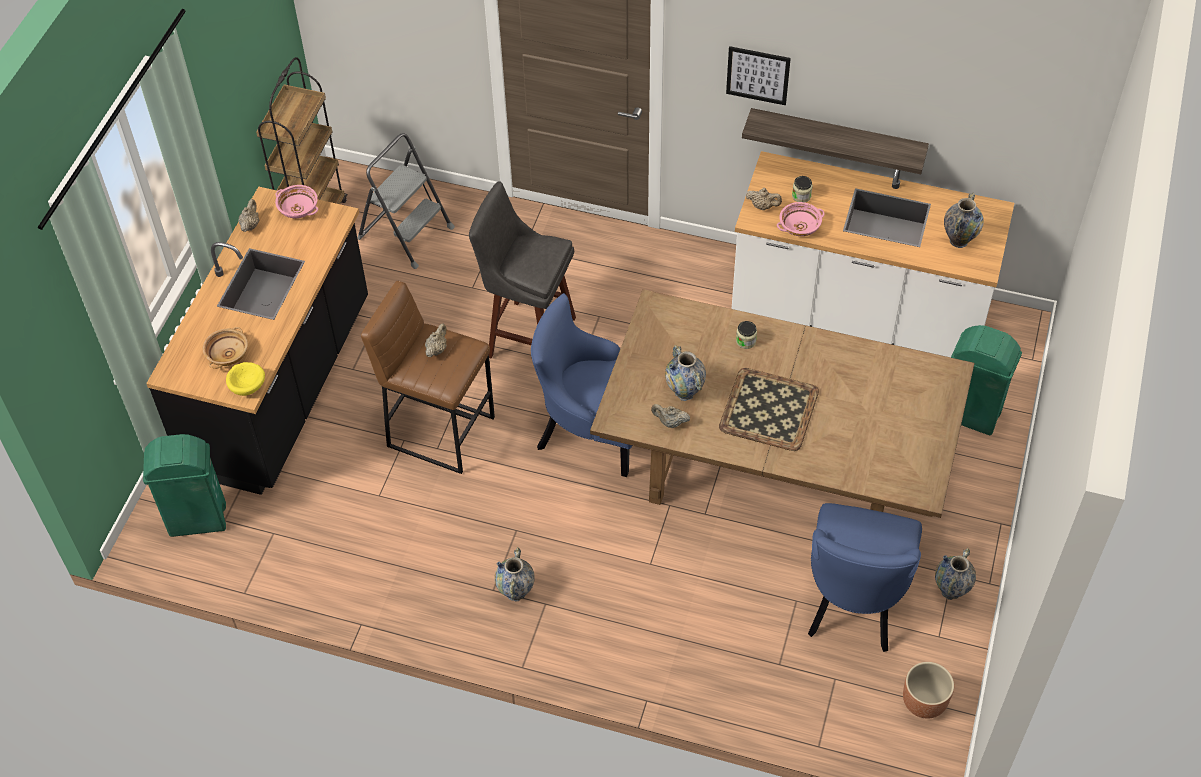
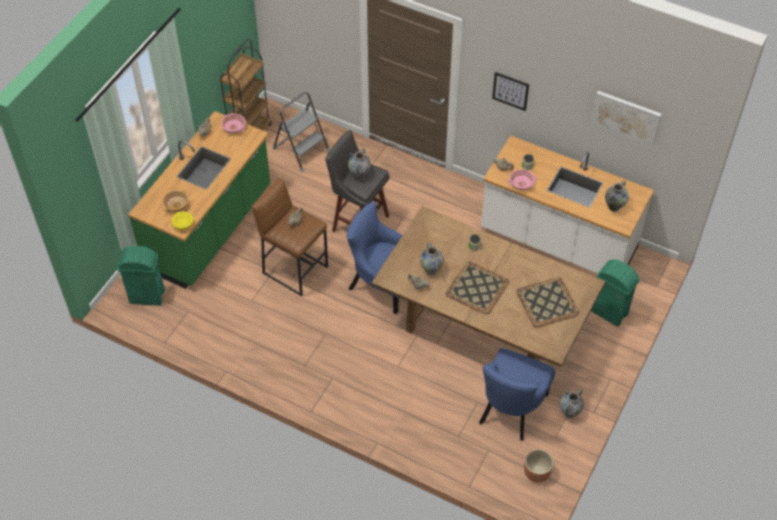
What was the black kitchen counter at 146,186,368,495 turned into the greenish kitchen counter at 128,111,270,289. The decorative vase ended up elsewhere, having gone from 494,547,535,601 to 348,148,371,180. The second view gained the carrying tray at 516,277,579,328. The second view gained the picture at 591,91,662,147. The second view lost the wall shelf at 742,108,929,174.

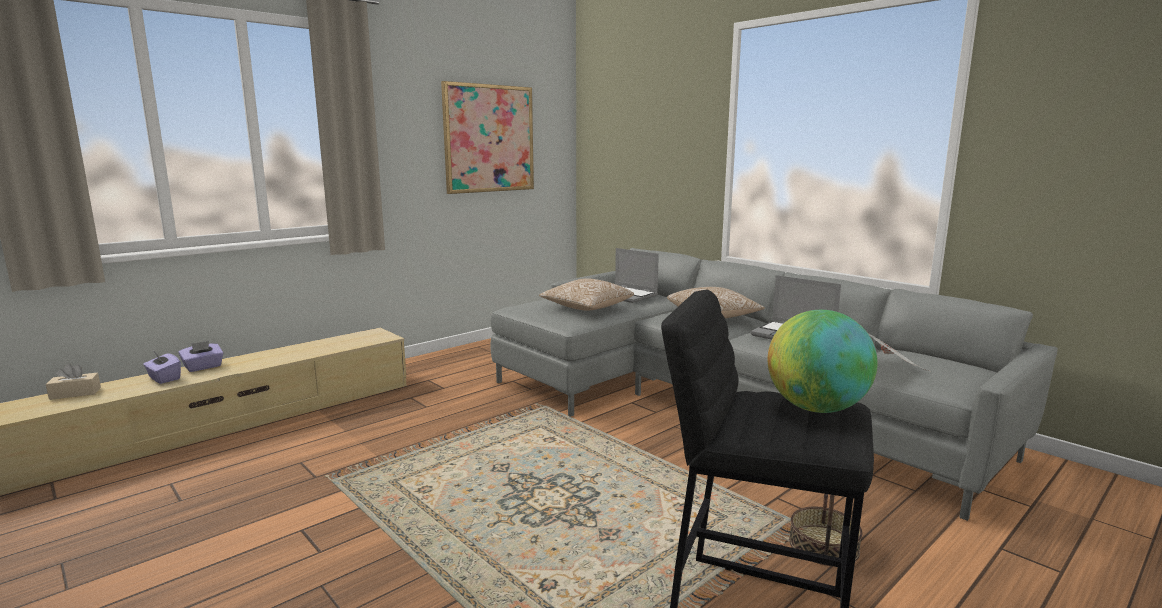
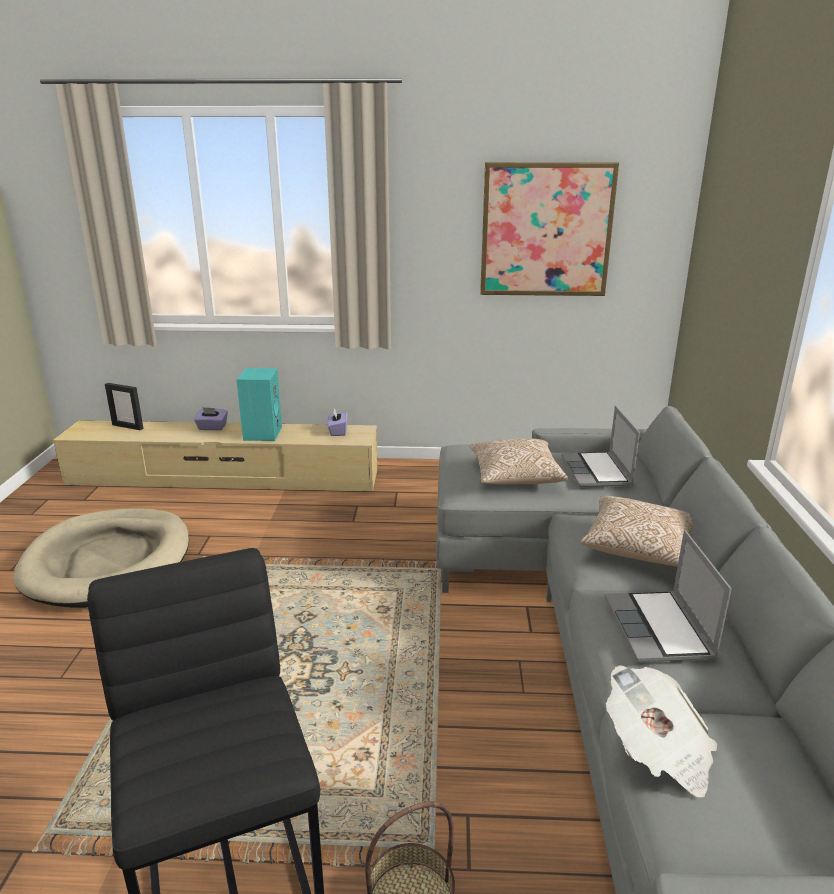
The second view gained the beige pet bed at 14,508,189,608. Where the beige tissue holder stood at 46,363,101,400, the photo frame came to stand at 105,383,144,430. The second view gained the turquoise-coloured audio speaker at 237,368,282,441. The purplish tissue holder ended up elsewhere, having gone from 143,353,181,384 to 327,408,347,436. The second view lost the desk globe at 767,310,878,413.

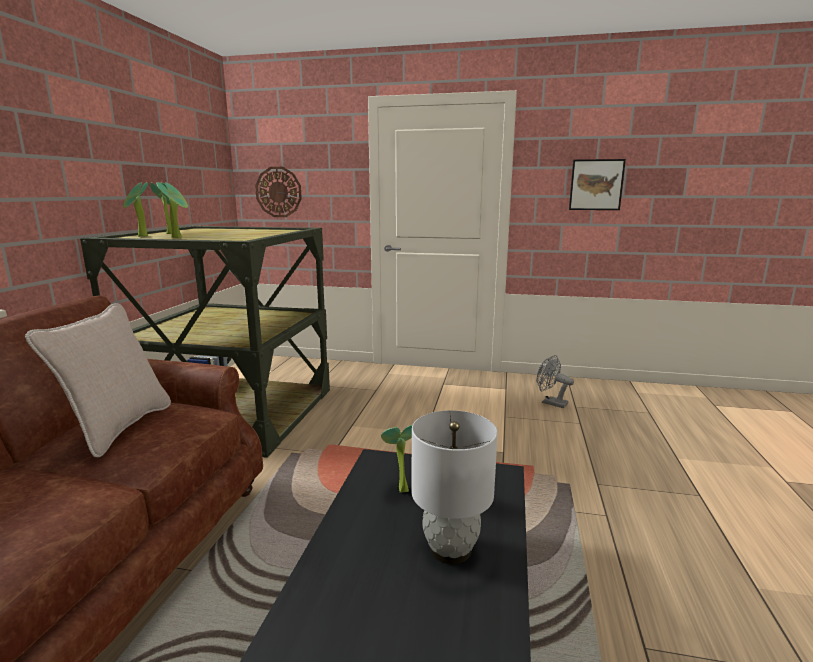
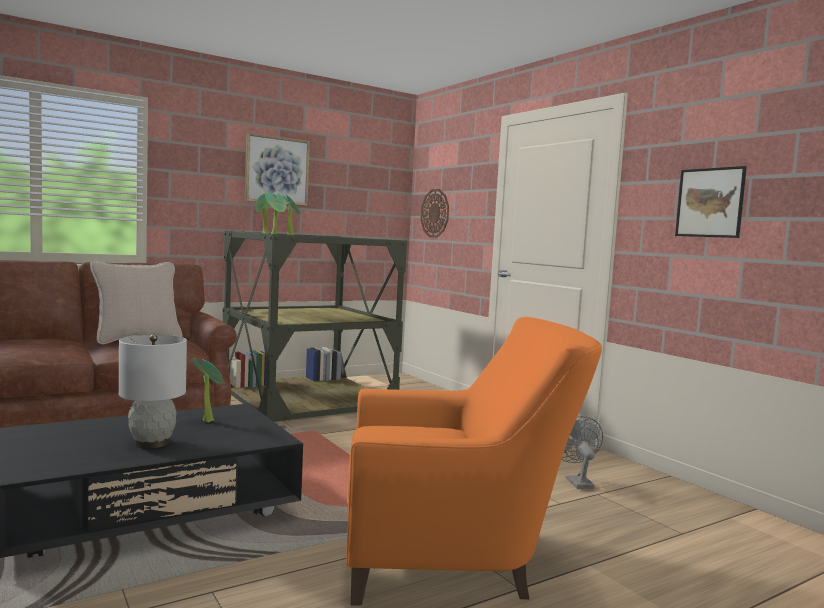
The second view gained the picture at 245,133,310,206. The second view gained the orange armchair at 346,317,602,606.

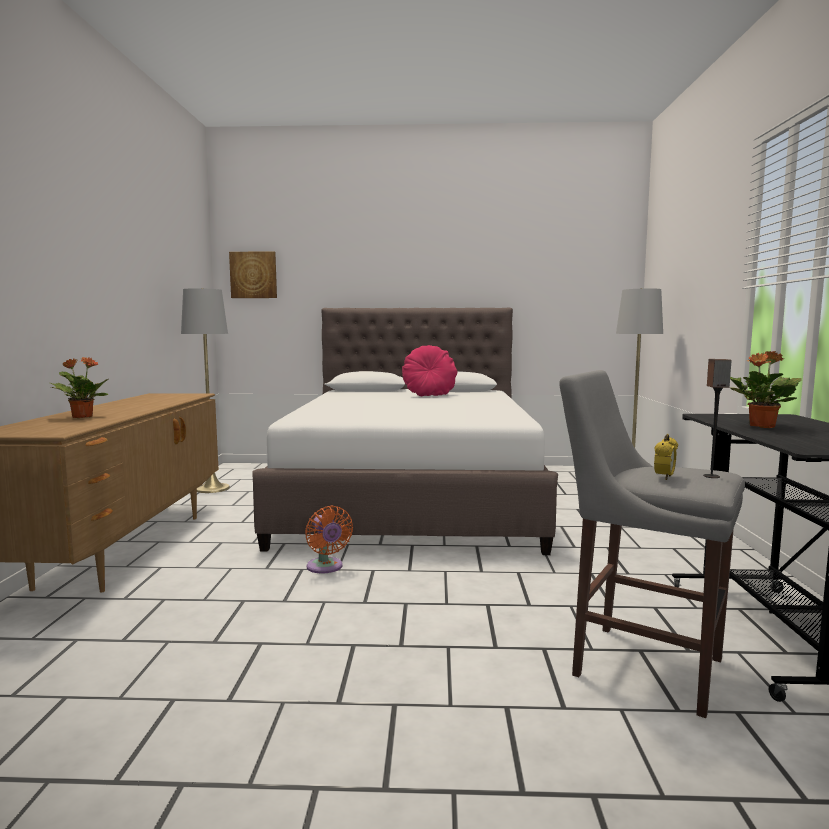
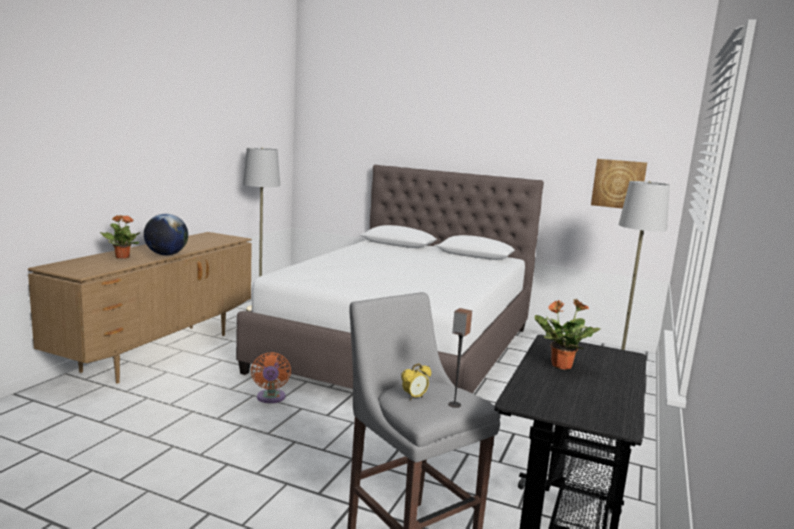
The second view gained the desk globe at 144,214,188,255. The picture ended up elsewhere, having gone from 229,251,277,298 to 591,159,647,209. The second view lost the pinkish pillow at 402,345,457,396.

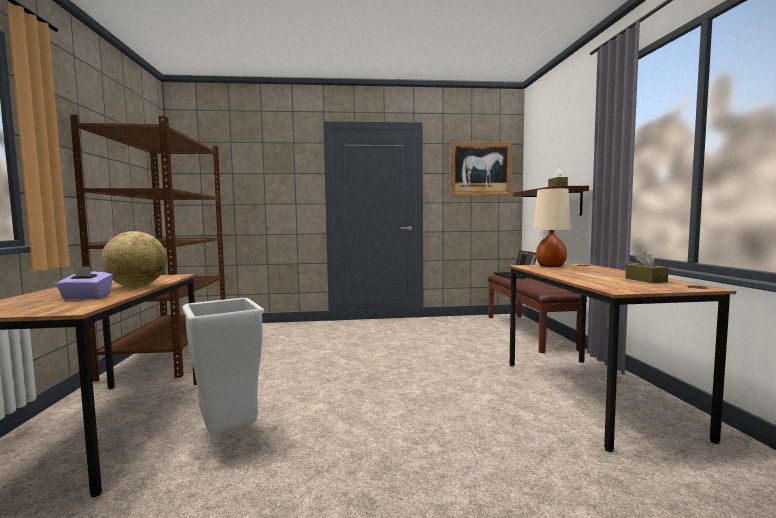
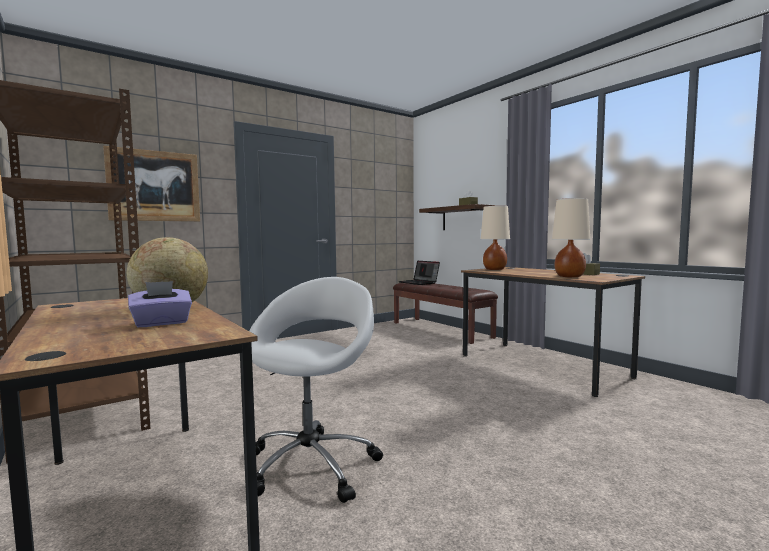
The picture ended up elsewhere, having gone from 450,141,512,197 to 103,146,200,222. Where the gray waste bin stood at 182,298,264,433, the white-coloured computer chair came to stand at 249,277,383,503. The second view gained the beige table lamp at 552,198,590,277.

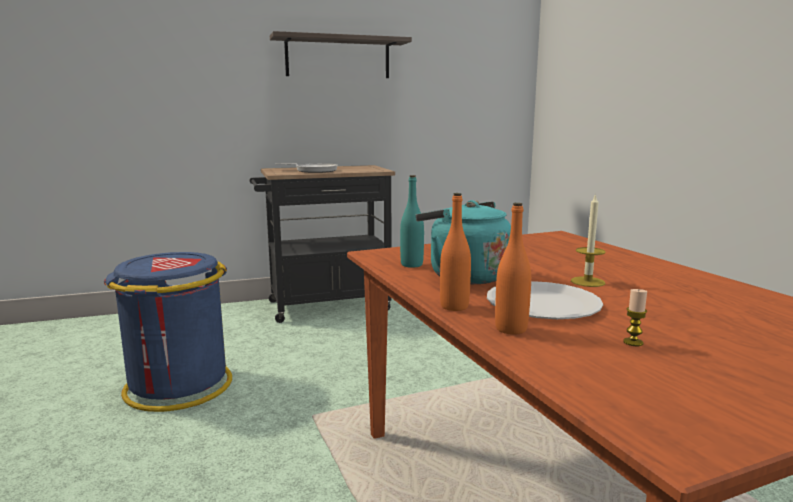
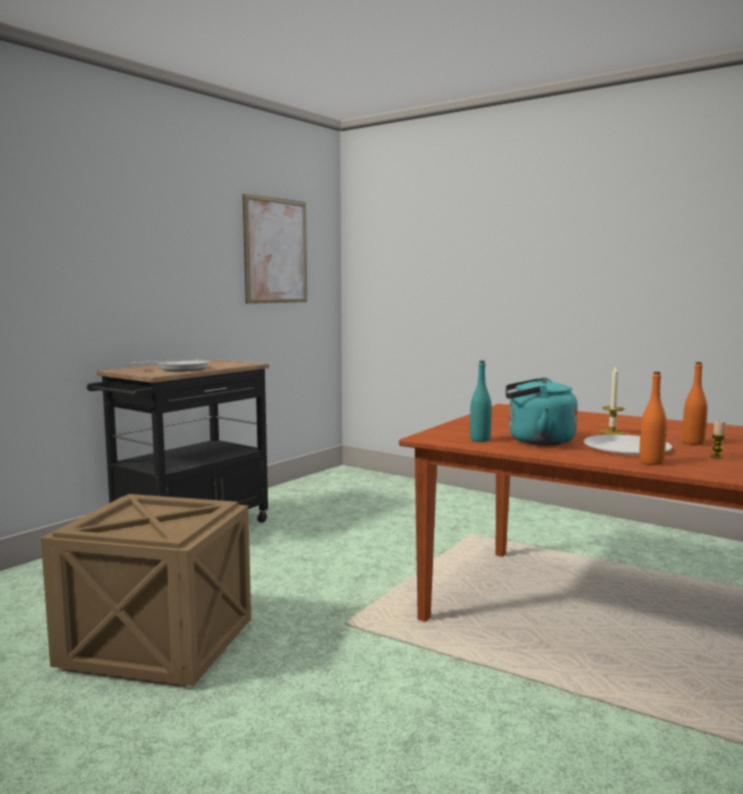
Where the blue-coloured waste bin stood at 104,252,232,412, the shipping crate came to stand at 41,494,251,687. The second view gained the picture at 243,194,307,304. The orange bottle ended up elsewhere, having gone from 440,193,471,311 to 682,362,707,445. The second view lost the wall shelf at 270,31,412,78.

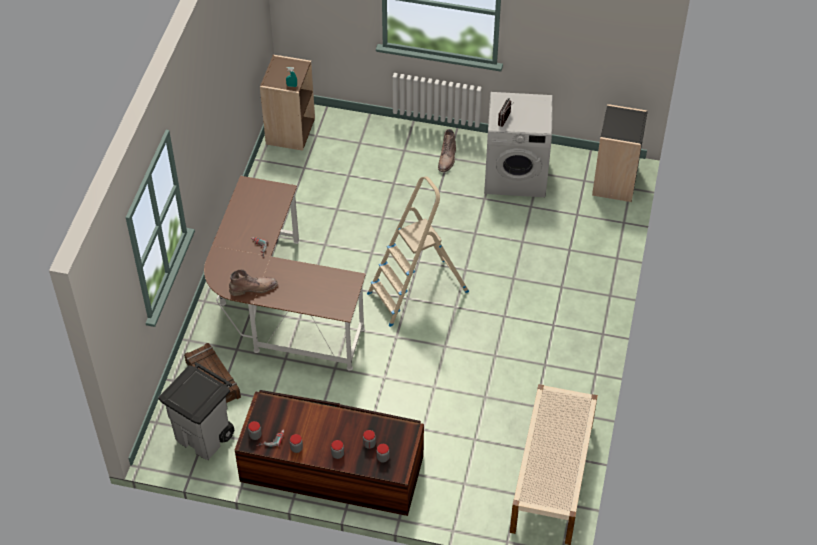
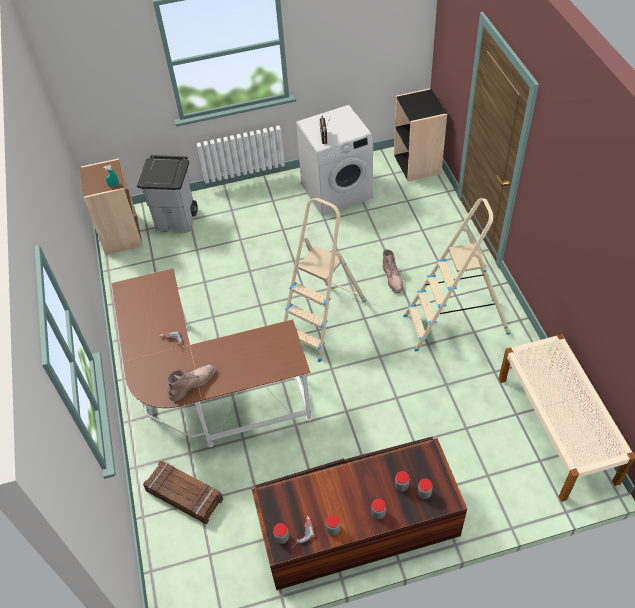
The gray waste bin ended up elsewhere, having gone from 158,362,234,460 to 136,155,198,232. The brownish boot ended up elsewhere, having gone from 438,129,456,172 to 382,249,403,293. The second view gained the beige step ladder at 403,198,511,351.

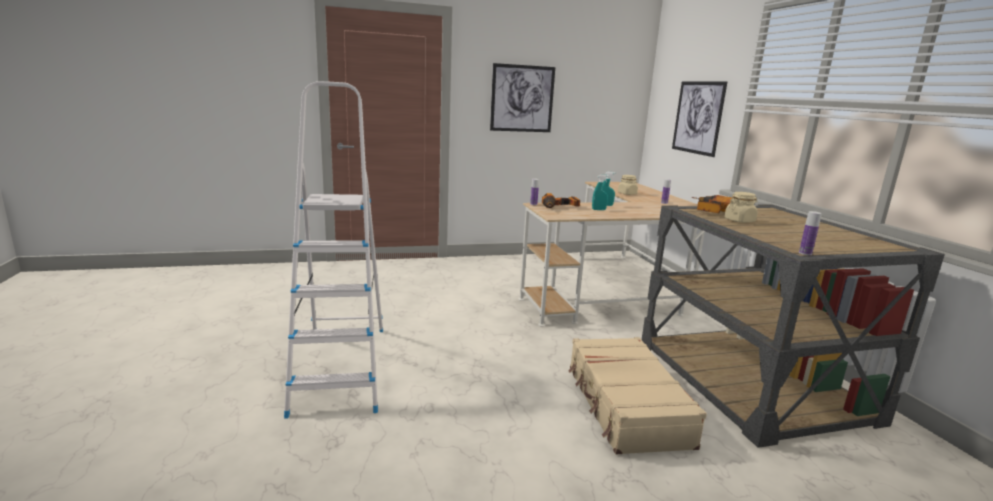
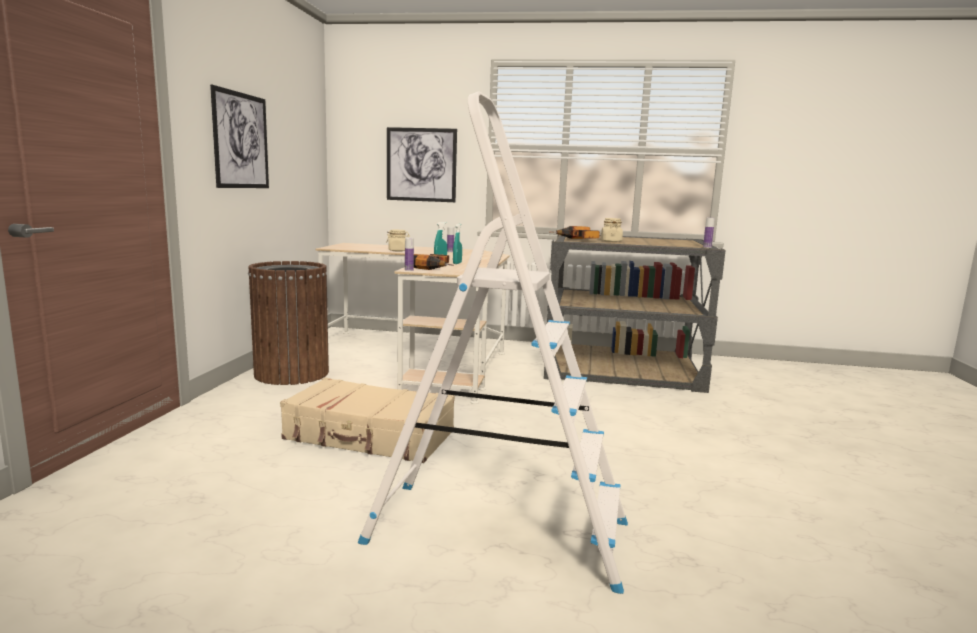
The second view gained the brownish waste bin at 248,261,329,385. The beige travel case ended up elsewhere, having gone from 568,337,707,455 to 280,377,455,463.

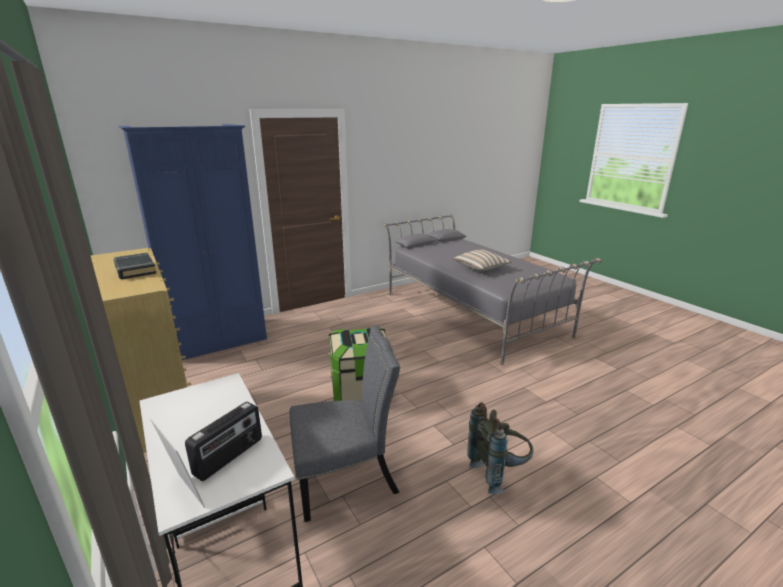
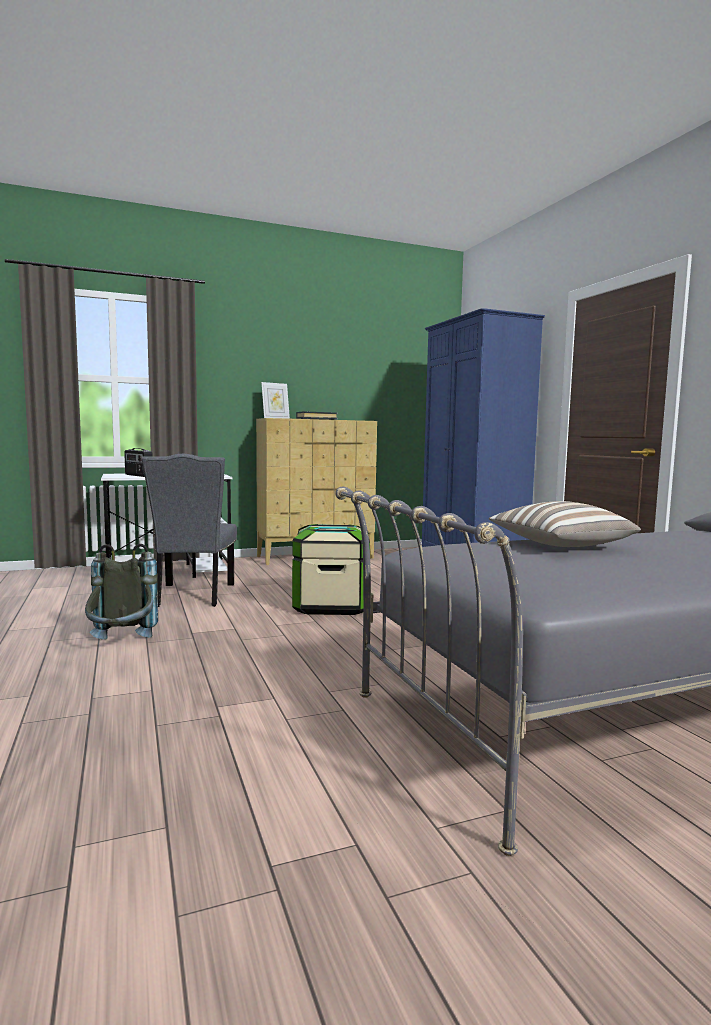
The photo frame ended up elsewhere, having gone from 150,419,205,508 to 261,382,290,419.

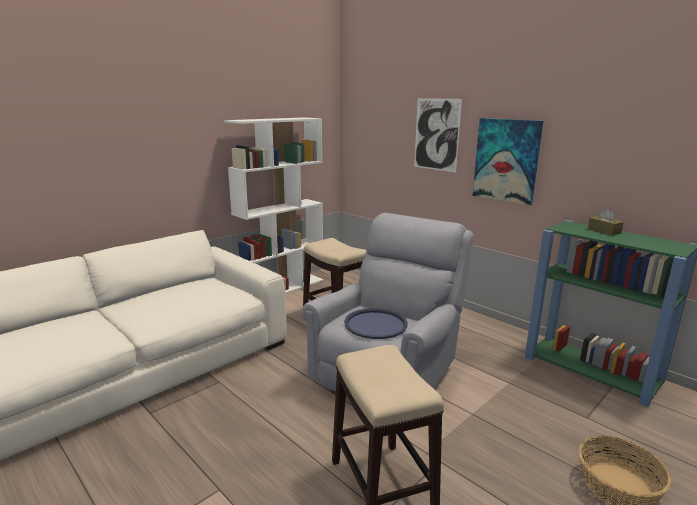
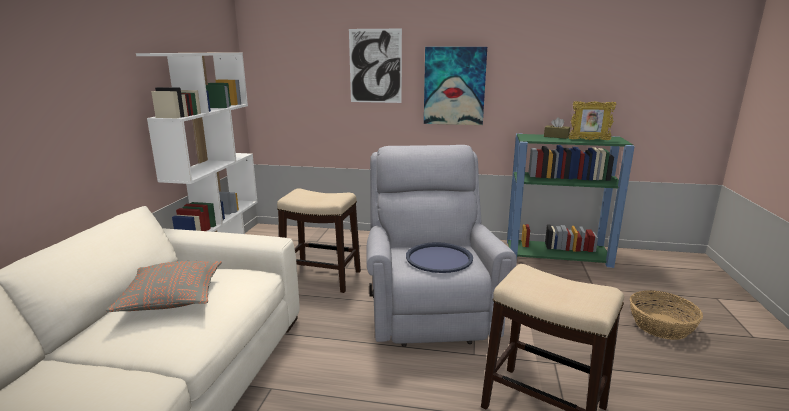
The second view gained the gray pillow at 106,261,222,312. The second view gained the photo frame at 569,101,616,140.

